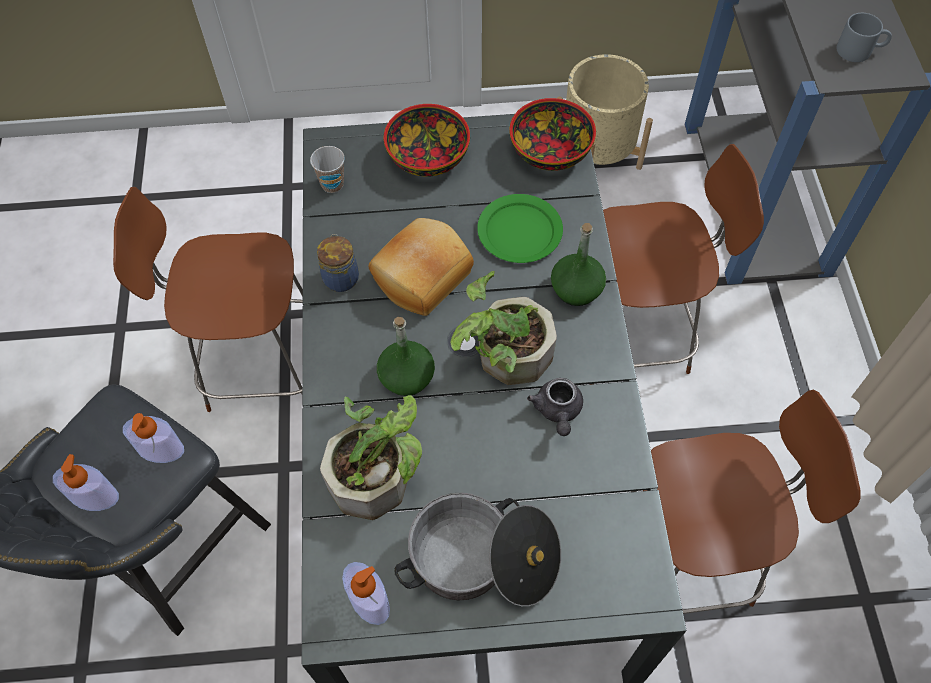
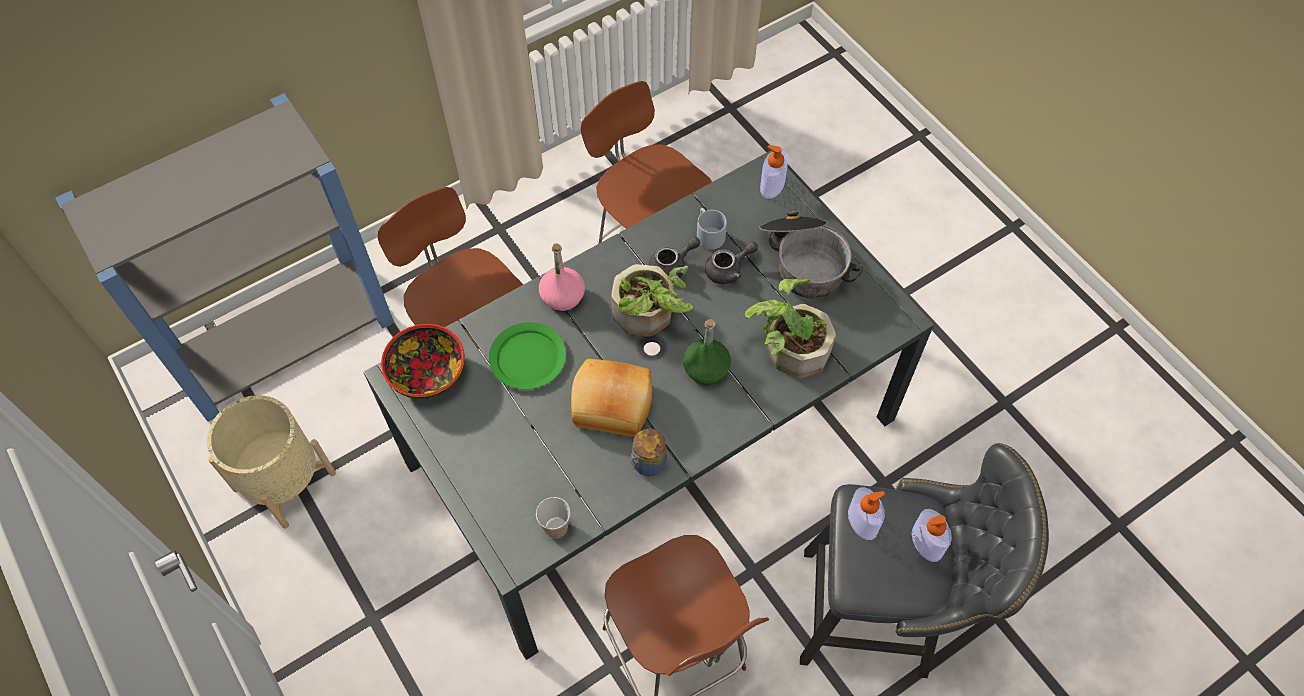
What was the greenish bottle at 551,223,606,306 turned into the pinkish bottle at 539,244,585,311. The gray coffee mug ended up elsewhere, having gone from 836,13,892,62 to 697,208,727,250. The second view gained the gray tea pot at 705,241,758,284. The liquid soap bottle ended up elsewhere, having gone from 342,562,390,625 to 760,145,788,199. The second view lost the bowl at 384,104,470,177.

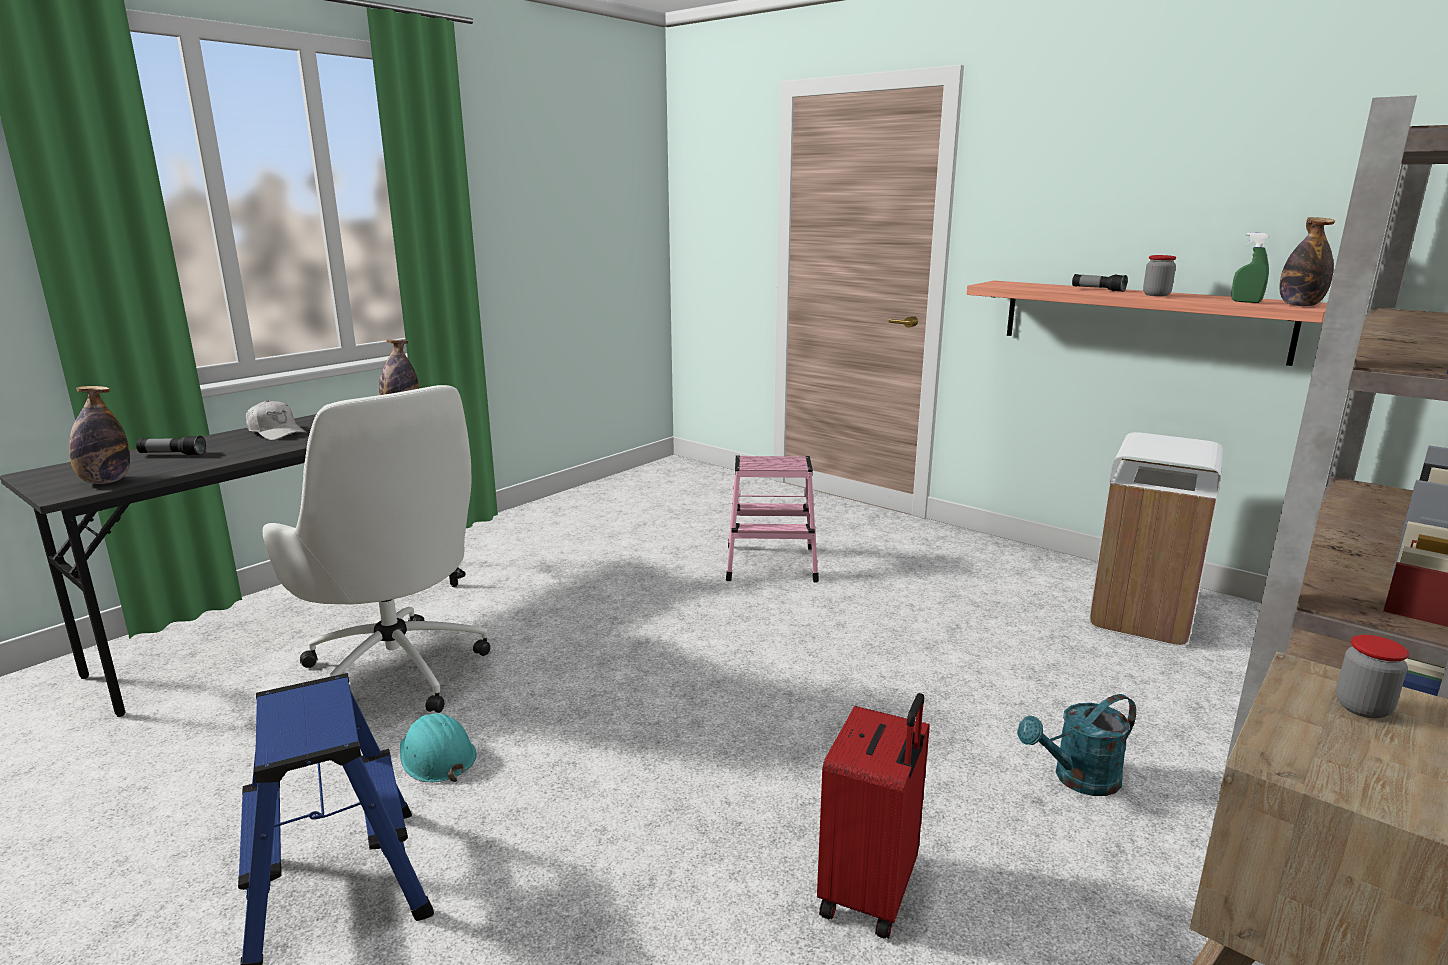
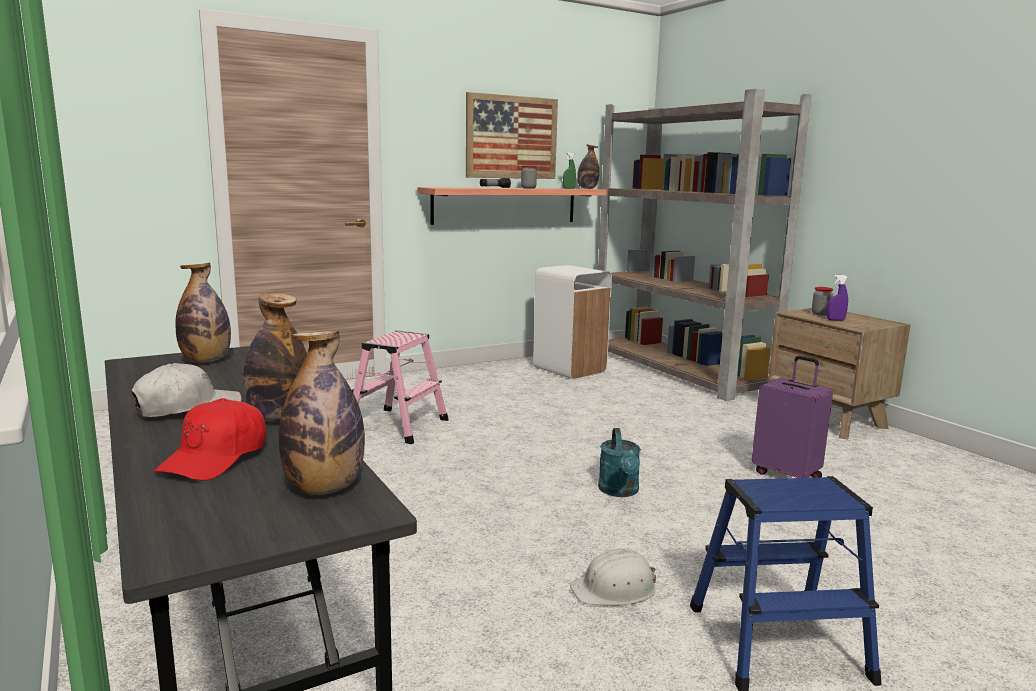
Where the hand torch stood at 136,436,206,455, the reddish peaked cap came to stand at 154,398,267,481. The second view gained the bottle at 243,293,307,422. The second view gained the picture at 466,92,558,179. What was the turquoise-coloured work helmet at 400,713,477,782 turned into the white-coloured work helmet at 570,548,656,606. The turquoise-coloured watering can ended up elsewhere, having gone from 1017,694,1136,796 to 598,428,641,497. What was the reddish travel case at 817,693,930,939 turned into the purplish travel case at 752,356,833,478. The second view gained the purplish hand sprayer at 827,275,848,320. The second view lost the white-coloured computer chair at 263,385,490,713.

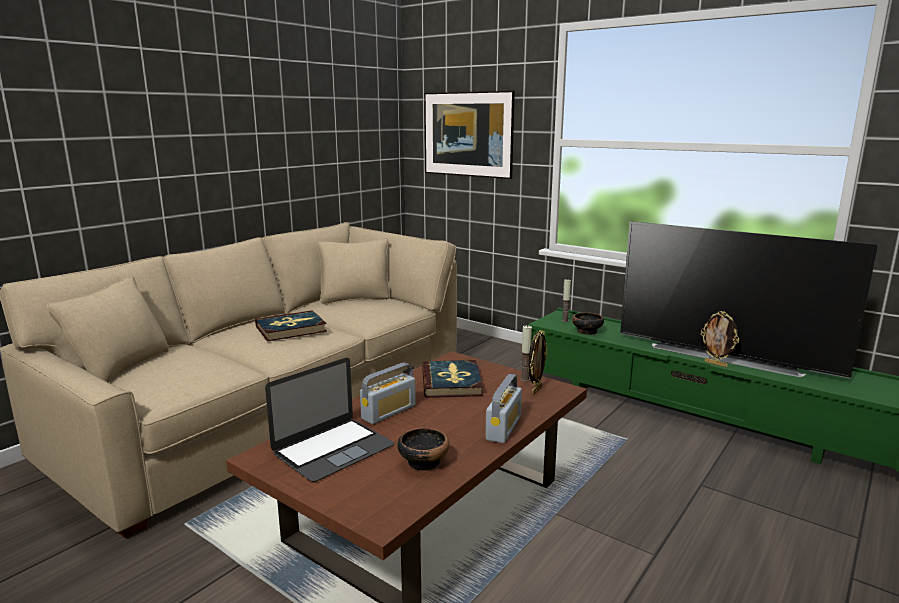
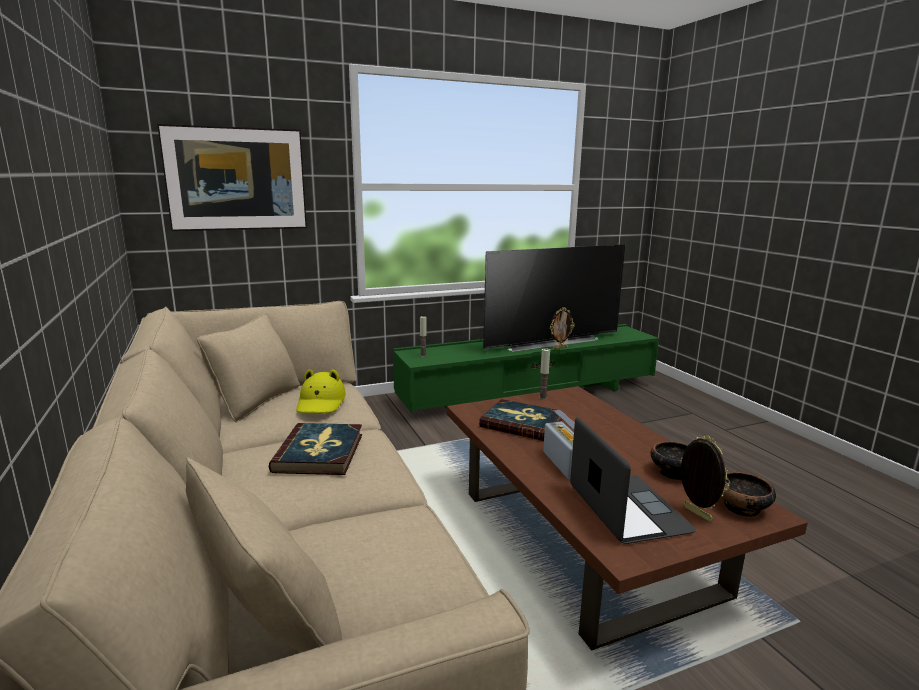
The second view gained the yellow wearable hat at 296,369,346,413. The photo frame ended up elsewhere, having gone from 528,329,547,395 to 680,435,730,522. The bowl ended up elsewhere, having gone from 572,312,604,335 to 721,472,776,517. The second view lost the radio at 485,374,522,443.

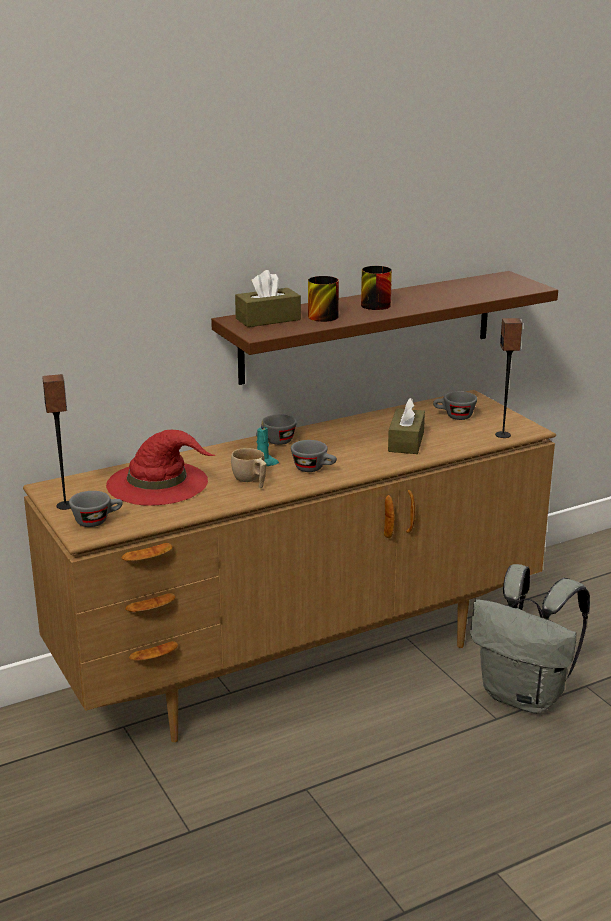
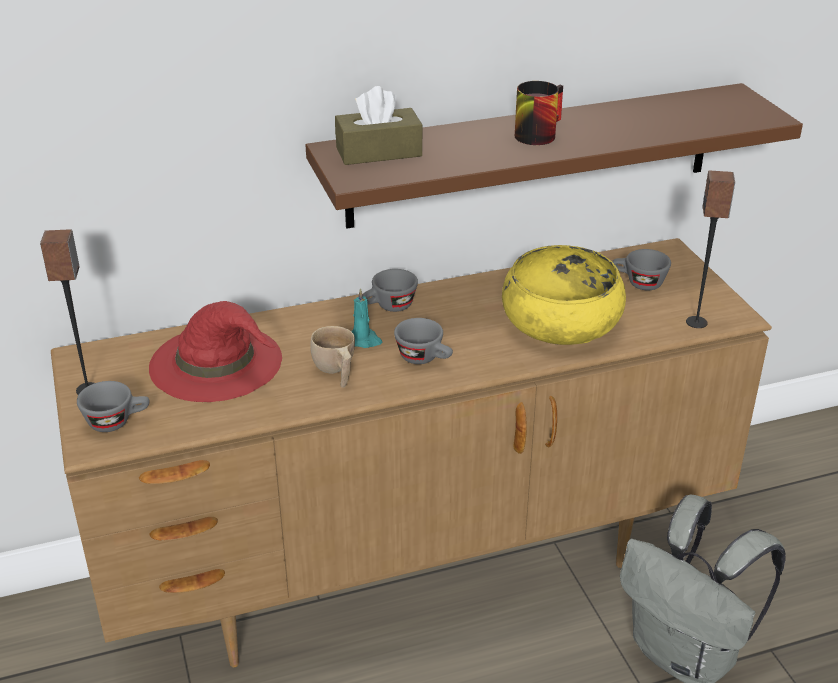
Where the brownish tissue holder stood at 388,398,425,454, the yellow bowl came to stand at 502,245,626,345. The second view lost the coffee mug at 308,276,339,322.

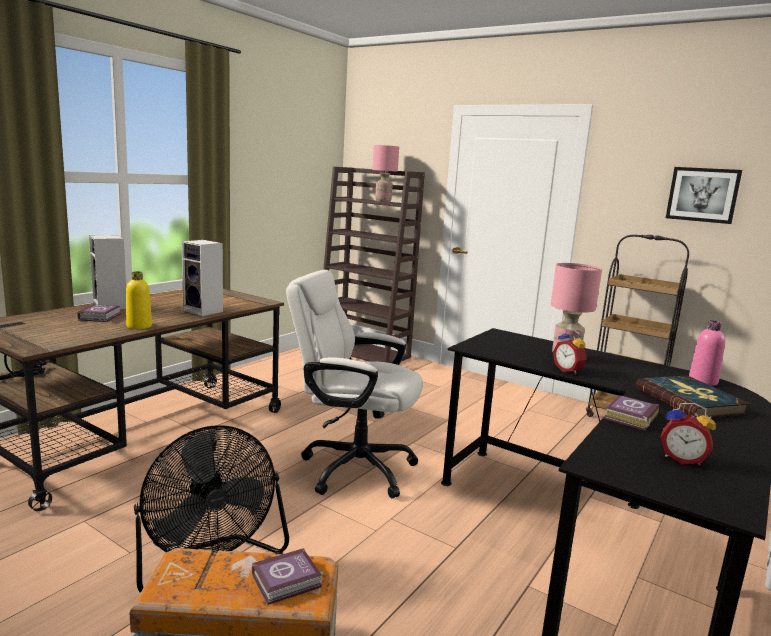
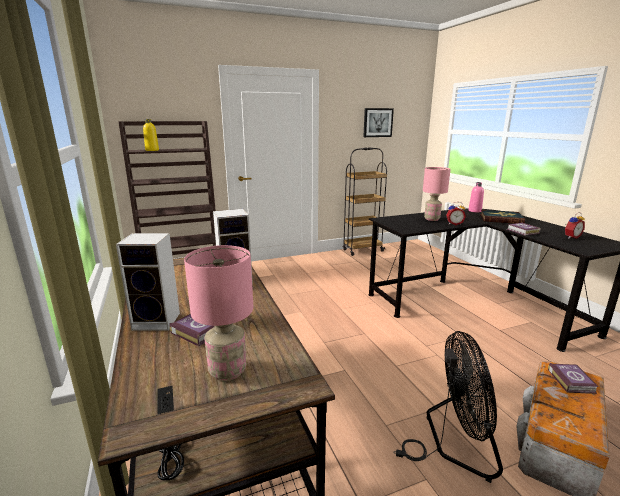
The yellow bottle ended up elsewhere, having gone from 126,271,152,329 to 143,119,159,151. The pinkish table lamp ended up elsewhere, having gone from 372,145,399,202 to 184,245,253,381. The second view lost the white-coloured computer chair at 286,270,423,499.

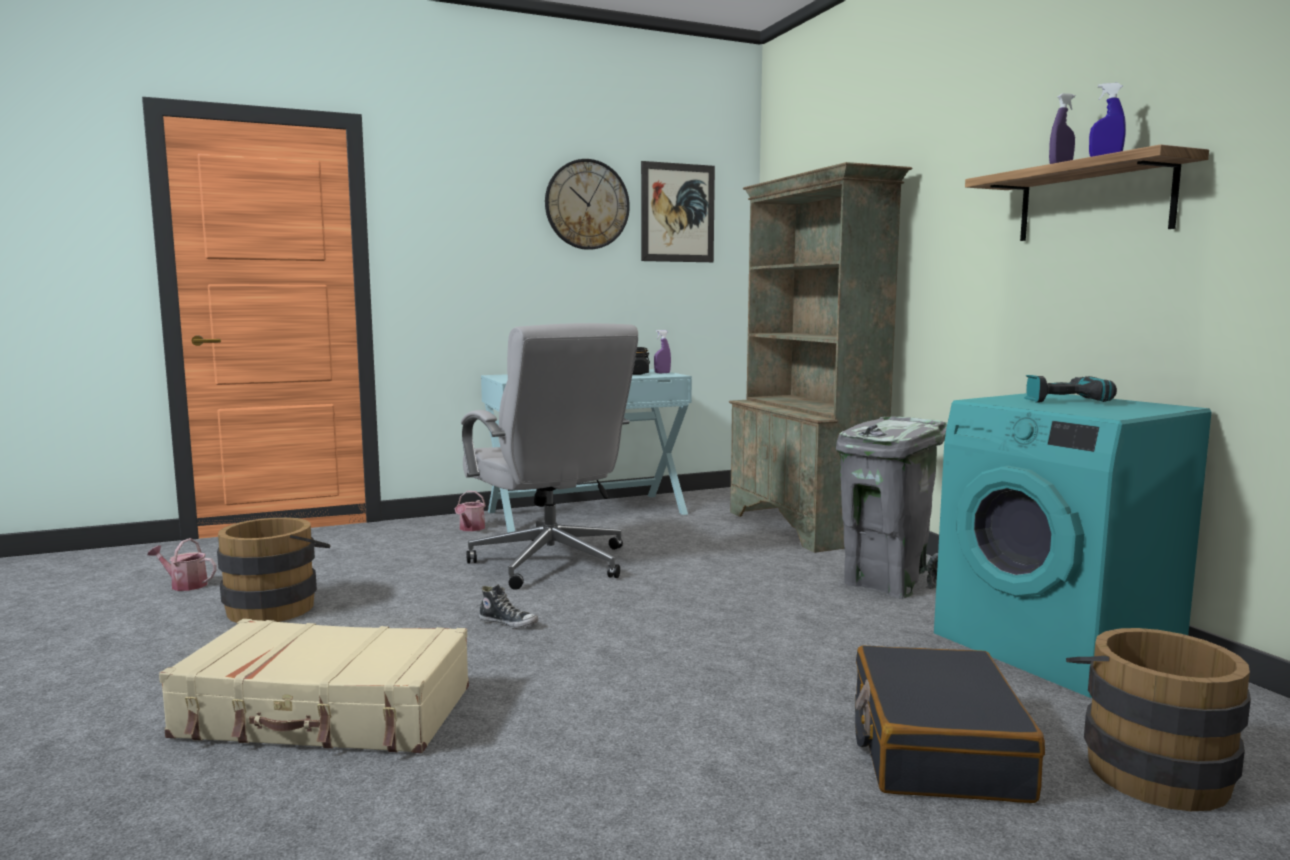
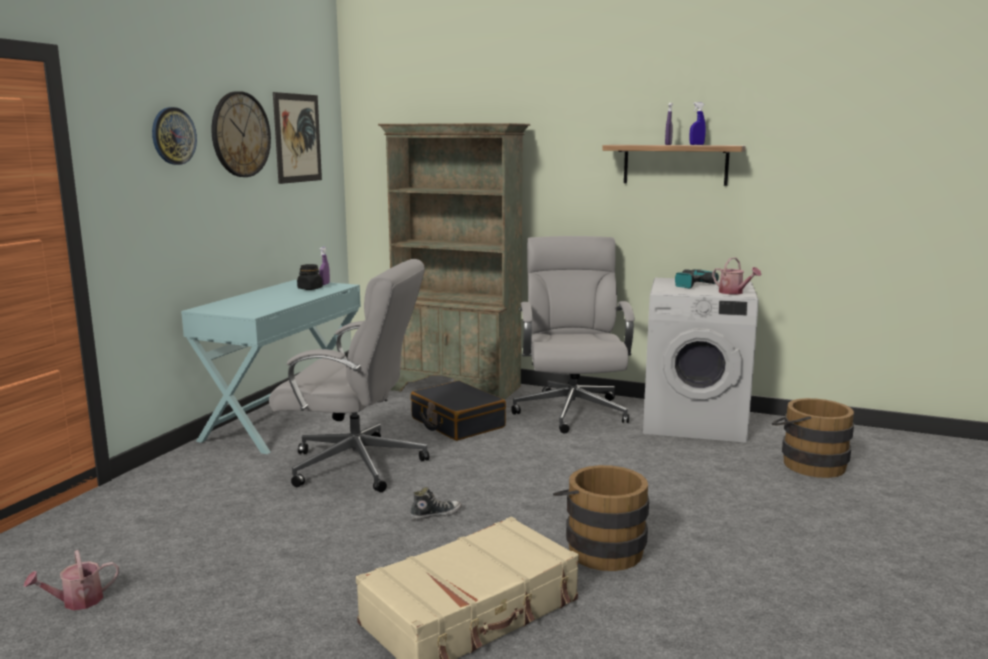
The second view gained the clock on the wall at 152,107,197,165. The black travel case ended up elsewhere, having gone from 855,645,1045,803 to 410,381,506,441. Where the gray waste bin stood at 836,416,947,599, the gray computer chair came to stand at 511,236,635,434. The brownish pail ended up elsewhere, having gone from 217,517,330,623 to 553,465,649,571. What was the turquoise-coloured laundry machine at 934,393,1211,698 turned into the white-coloured laundry machine at 643,278,759,443. The watering can ended up elsewhere, having gone from 455,491,486,531 to 712,257,761,294.

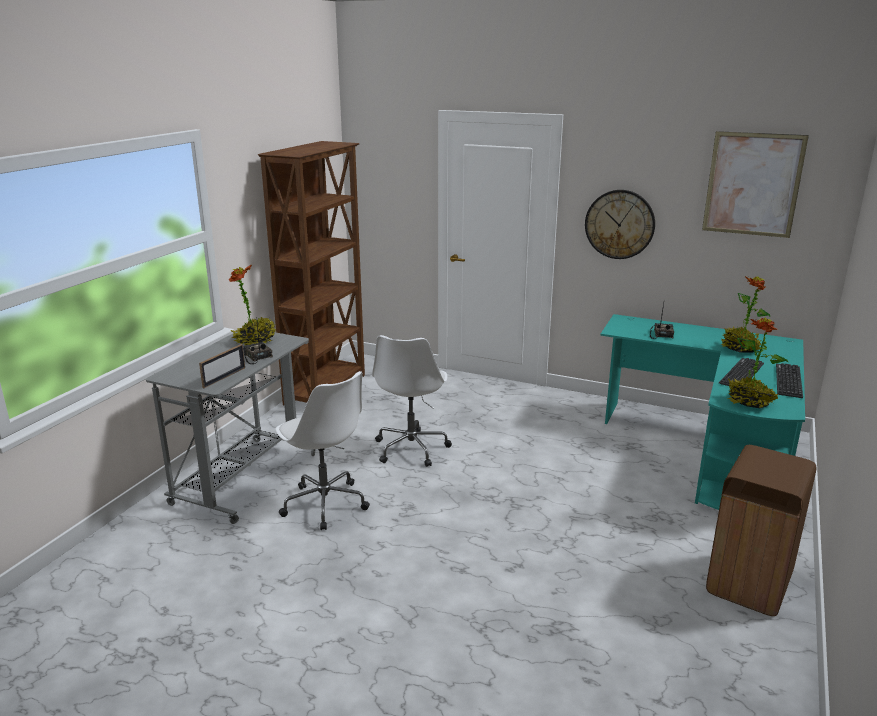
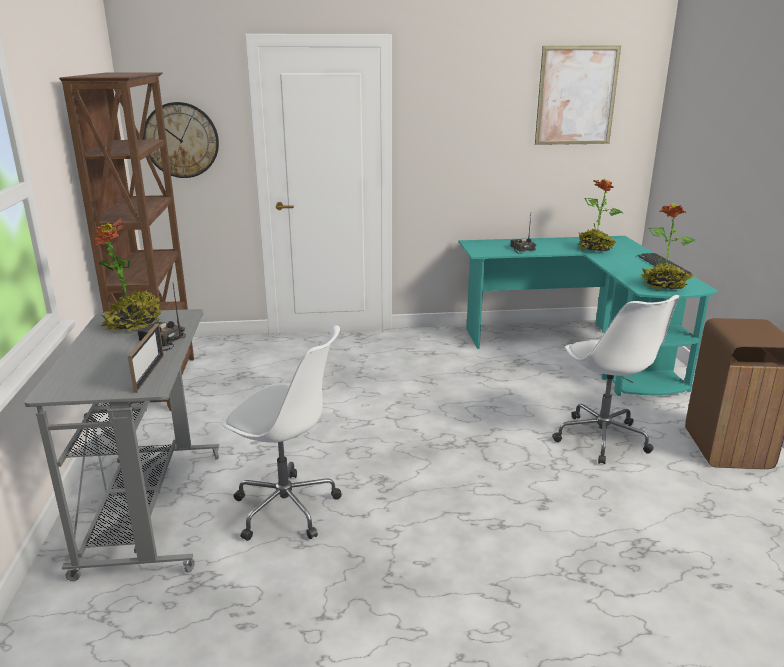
The clock on the wall ended up elsewhere, having gone from 585,190,655,259 to 143,102,219,178. The white-coloured computer chair ended up elsewhere, having gone from 372,335,452,467 to 552,295,679,464. The second view lost the PC keyboard at 719,358,764,386.

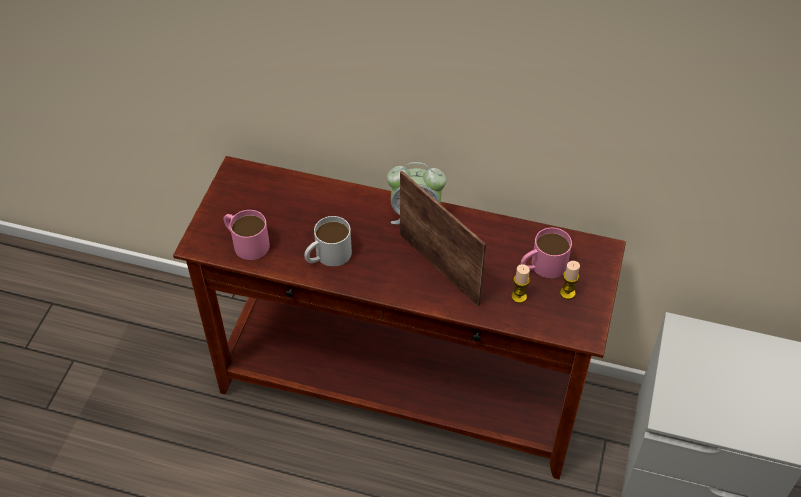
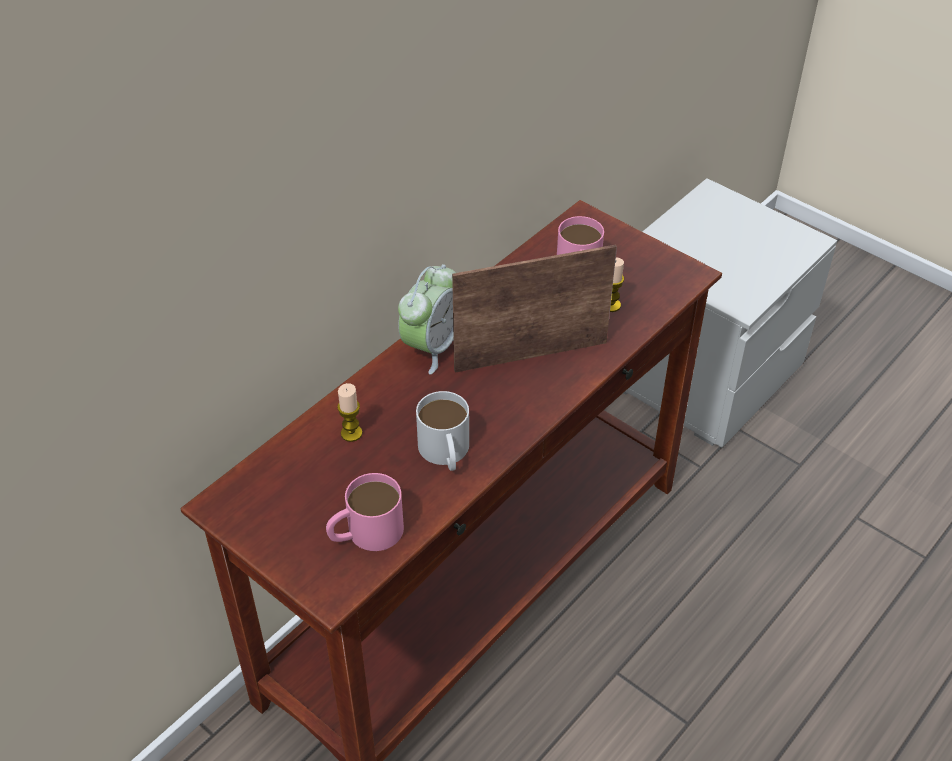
The wax candle ended up elsewhere, having gone from 560,261,580,299 to 337,383,363,442.

